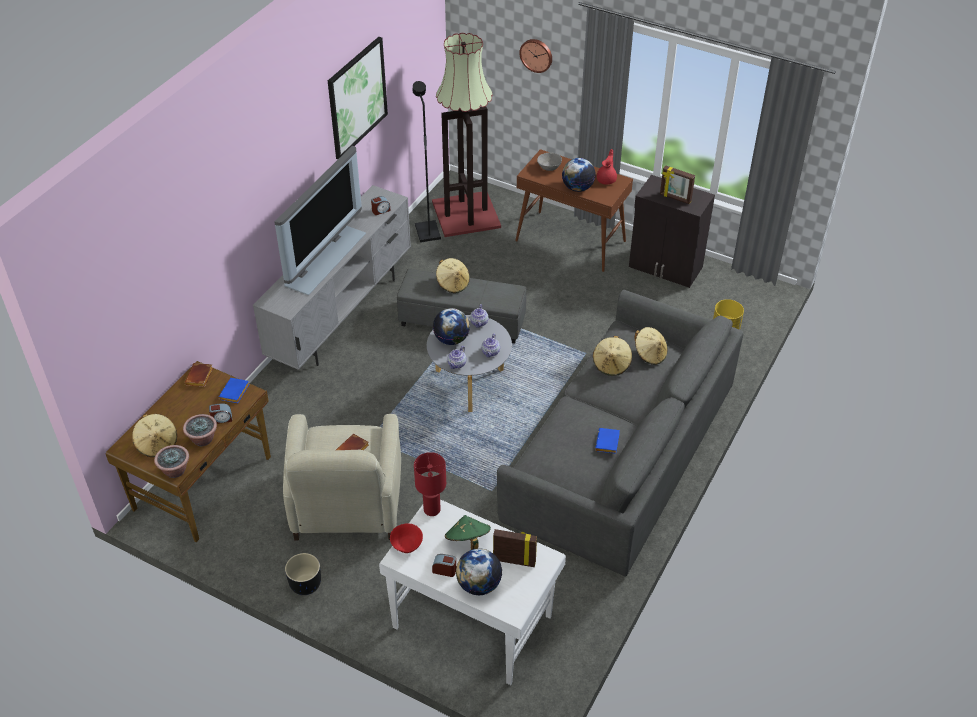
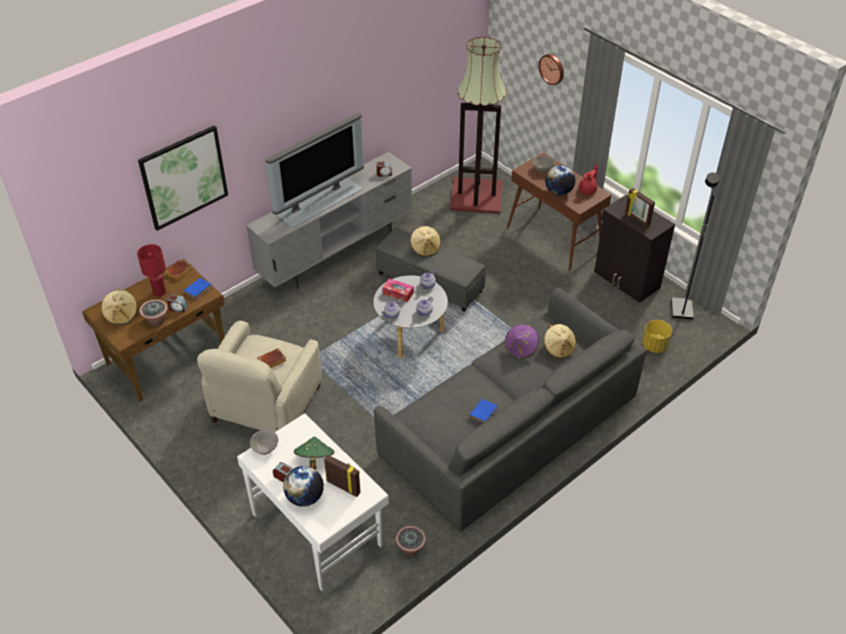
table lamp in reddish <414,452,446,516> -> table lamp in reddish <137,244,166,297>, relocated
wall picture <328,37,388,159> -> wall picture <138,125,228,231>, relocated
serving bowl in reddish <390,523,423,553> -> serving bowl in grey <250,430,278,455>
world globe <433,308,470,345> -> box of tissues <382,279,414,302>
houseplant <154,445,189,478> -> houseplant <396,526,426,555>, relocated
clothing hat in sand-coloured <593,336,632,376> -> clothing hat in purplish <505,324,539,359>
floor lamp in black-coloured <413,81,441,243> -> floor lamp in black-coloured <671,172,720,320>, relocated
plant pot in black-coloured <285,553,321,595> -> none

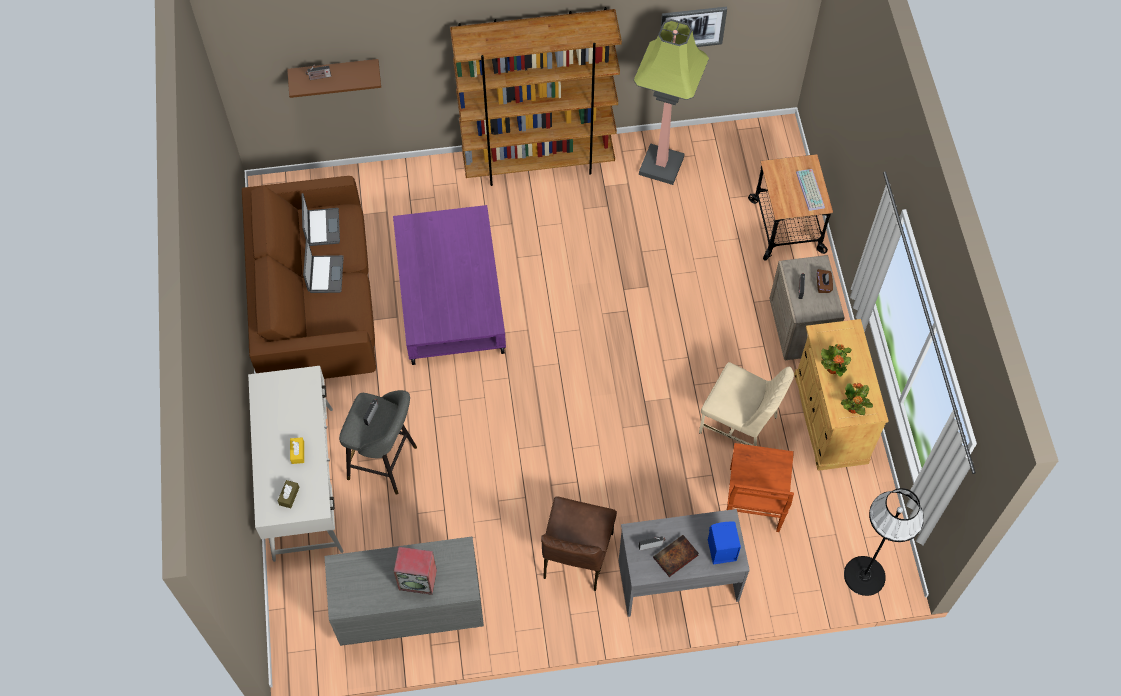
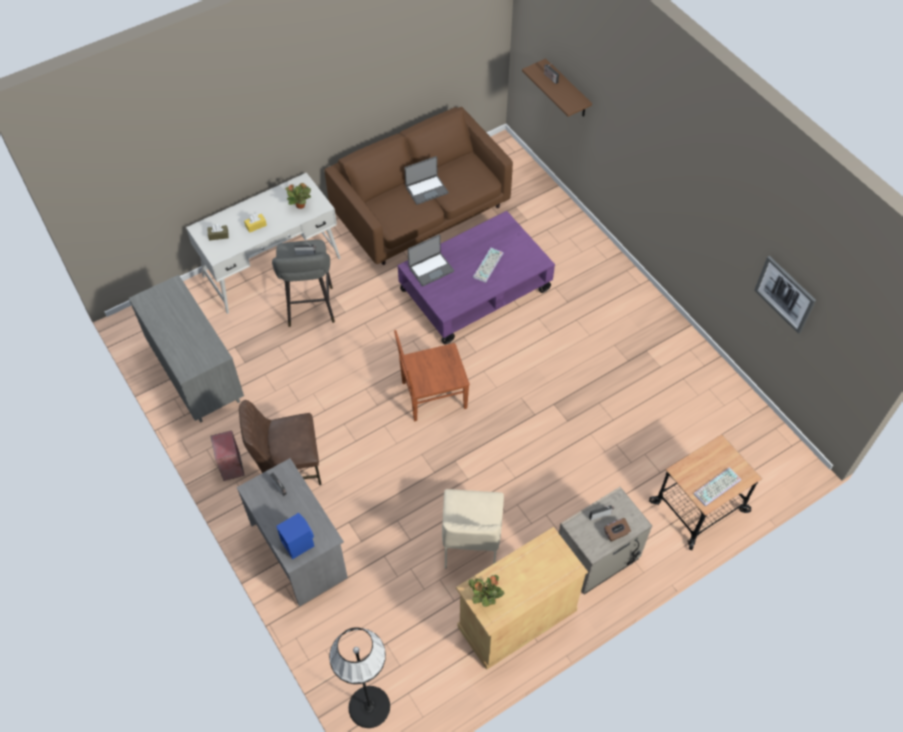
speaker <393,547,437,595> -> speaker <210,430,245,481>, relocated
houseplant <821,344,852,377> -> houseplant <285,183,311,209>, relocated
upright chair in brownish <727,443,794,532> -> upright chair in brownish <394,330,470,421>, relocated
notebook computer <301,193,340,246> -> notebook computer <408,234,454,286>, relocated
none -> PC keyboard <473,248,504,283>
bookcase in brownish <450,7,622,186> -> none
floor lamp <634,19,709,185> -> none
bound book <653,535,699,577> -> none

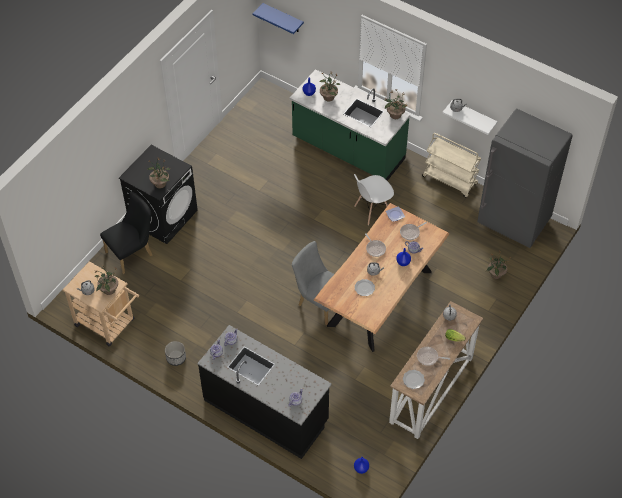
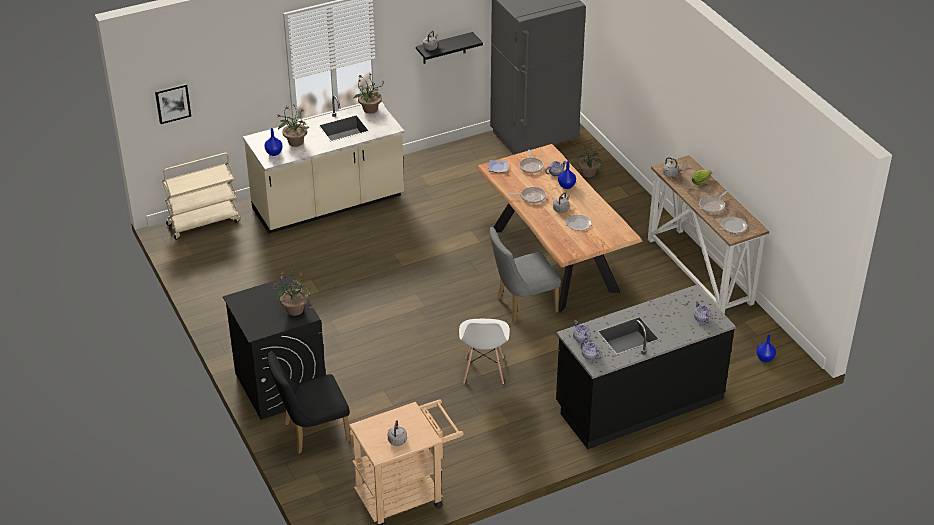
bracket shelf in bluish <252,3,304,34> -> wall picture <155,83,191,124>
cart in sand-coloured <422,133,481,198> -> cart in sand-coloured <162,153,240,240>, relocated
counter in greenish <290,69,410,181> -> counter in sand-coloured <243,95,404,234>
upright chair in black-coloured <100,192,153,274> -> upright chair in black-coloured <268,351,350,454>, 105 degrees counterclockwise
bracket shelf in white-coloured <442,100,498,135> -> bracket shelf in black-coloured <416,32,483,64>
upright chair in white-coloured <354,174,394,225> -> upright chair in white-coloured <459,319,510,384>, relocated
houseplant <95,265,118,295> -> none
plant pot <165,341,186,366> -> none

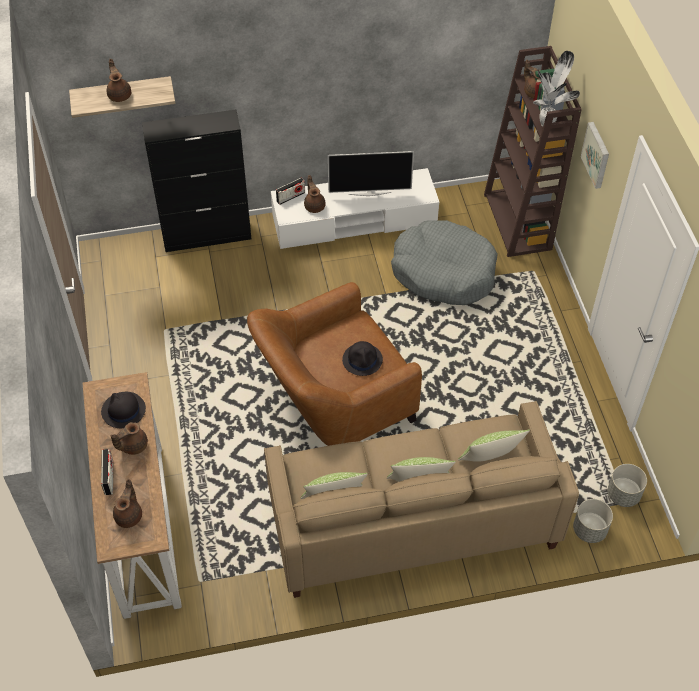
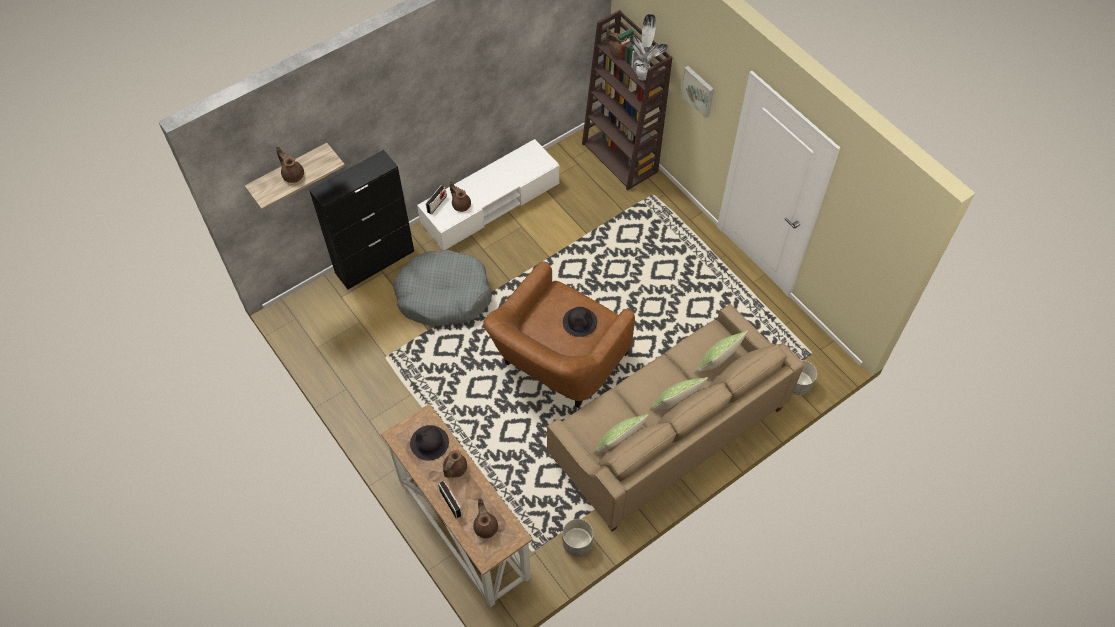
dog cushion in grey <391,220,498,305> -> dog cushion in grey <393,250,492,326>, relocated
plant pot in grey <608,464,647,507> -> plant pot in grey <562,519,593,557>, relocated
TV <328,151,414,196> -> none

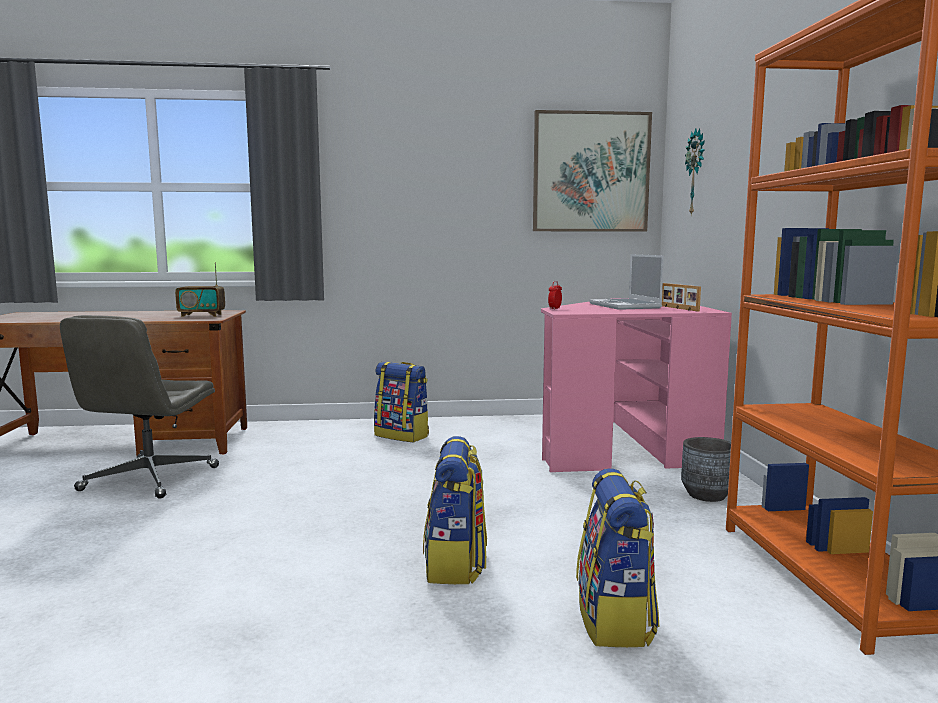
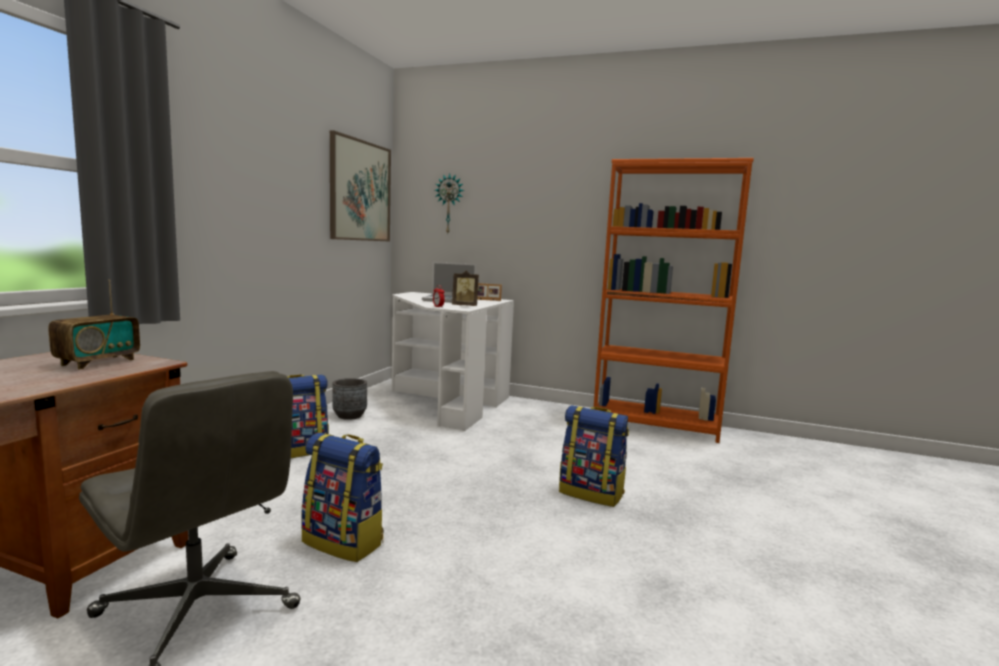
rucksack <576,468,660,647> -> rucksack <301,433,384,562>, relocated
plant pot in grey <681,437,731,502> -> plant pot in grey <332,378,367,420>, relocated
desk unit in pink-coloured <541,298,732,472> -> desk unit in white-coloured <392,292,514,431>
none -> photo frame <452,271,479,306>

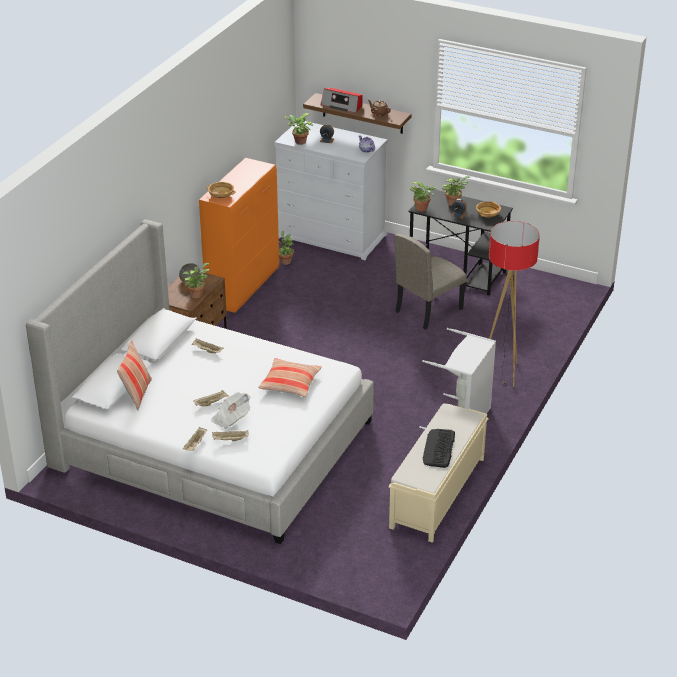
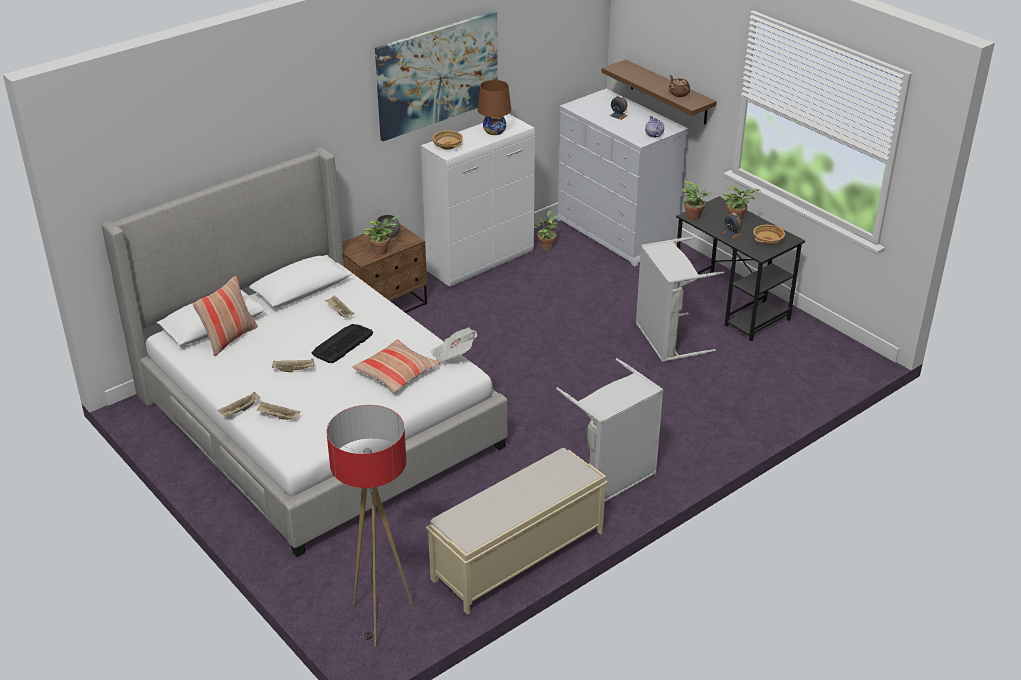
PC keyboard <422,429,455,468> -> PC keyboard <311,324,373,363>, relocated
floor lamp <489,221,540,387> -> floor lamp <327,405,414,647>, relocated
none -> wall picture <375,11,498,141>
cupboard in orange <199,158,279,313> -> cupboard in white-coloured <421,114,535,287>
daily paper <211,392,251,429> -> daily paper <431,327,477,363>, relocated
none -> table lamp in brownish <478,80,511,135>
upright chair in sand-coloured <394,234,467,330> -> laundry basket in grey <636,236,724,362>
houseplant <284,113,313,145> -> none
radio set <321,88,363,113> -> none

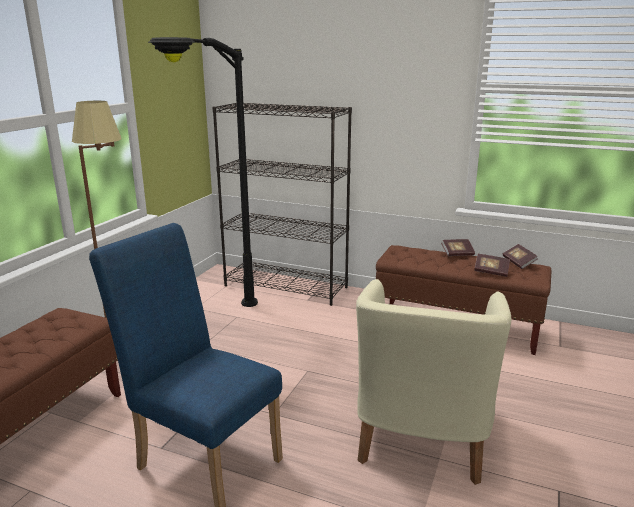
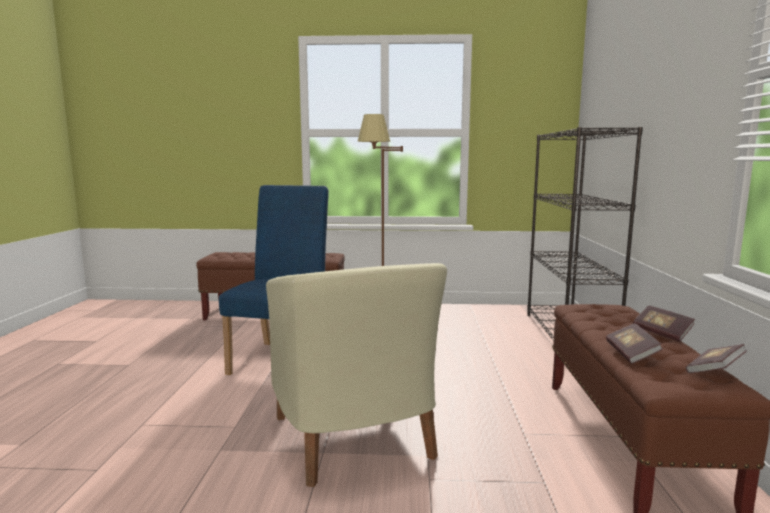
lounge chair in sand-coloured <356,279,512,485> -> lounge chair in sand-coloured <266,263,447,487>, 105 degrees counterclockwise
floor lamp in black-coloured <148,37,258,307> -> none

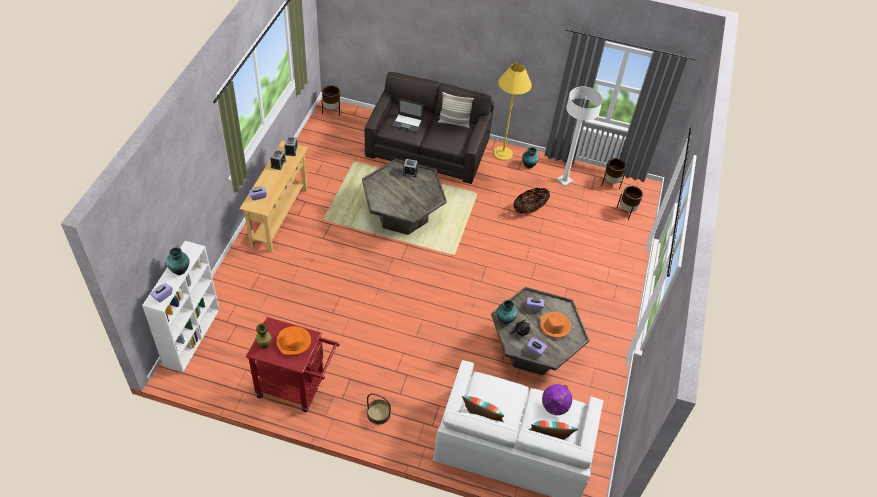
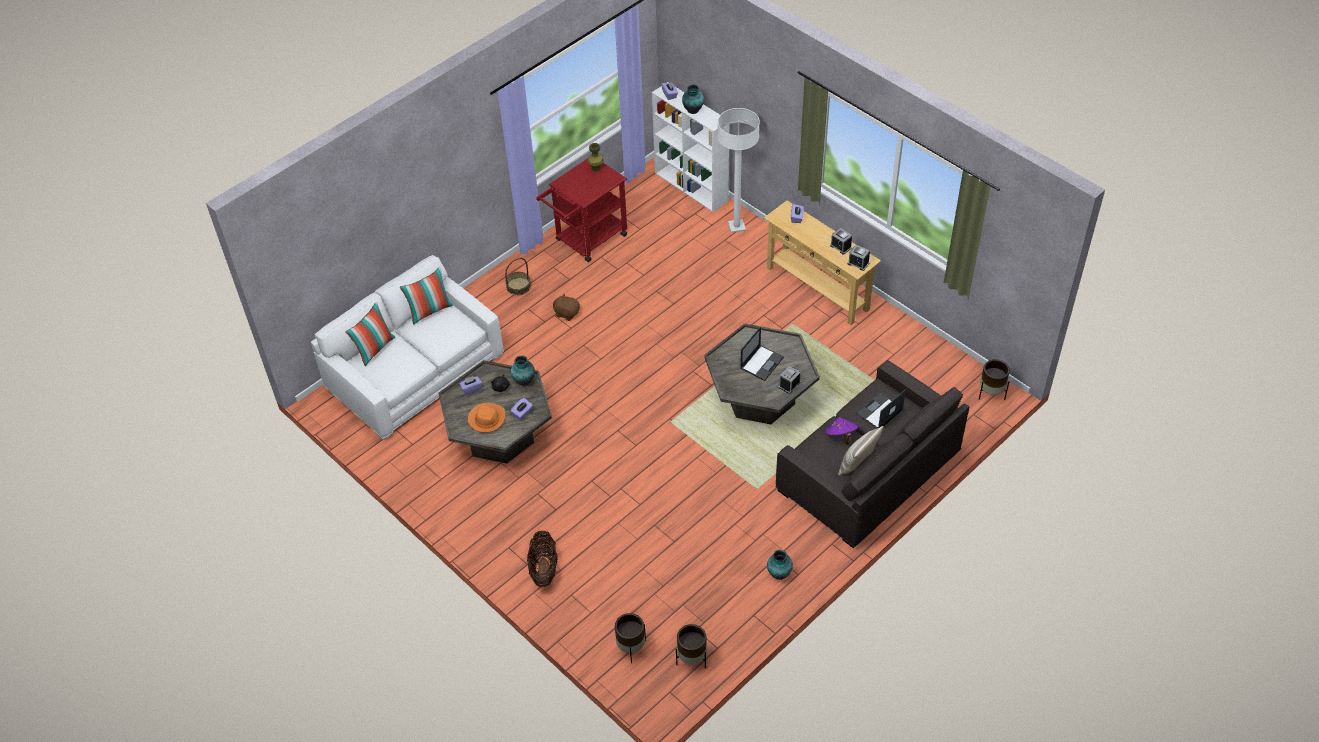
basket <513,188,550,214> -> basket <527,531,558,587>, relocated
none -> plush toy in brownish <553,294,580,321>
floor lamp in white-coloured <557,87,603,186> -> floor lamp in white-coloured <718,108,760,233>, relocated
none -> notebook computer <740,326,784,381>
clothing hat in purplish <542,384,572,415> -> clothing hat in purplish <824,417,859,445>, relocated
clothing hat in orange <277,326,311,355> -> none
floor lamp in yellow-coloured <494,63,532,161> -> none

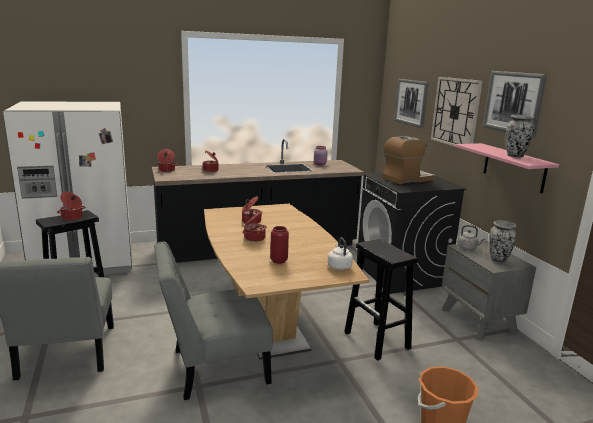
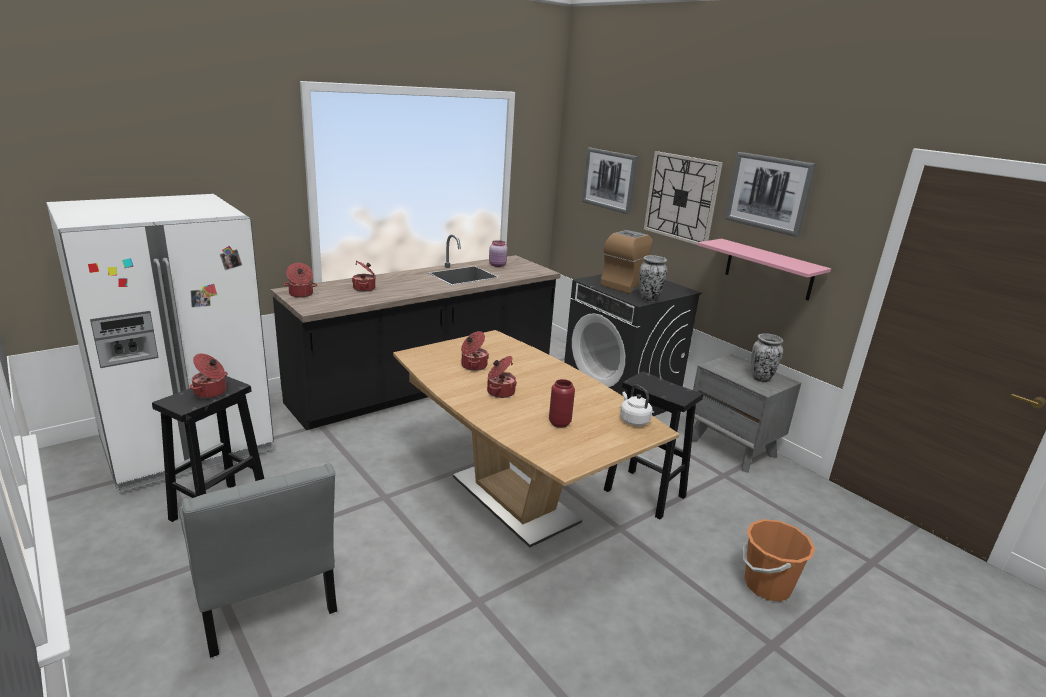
decorative vase <506,115,535,158> -> decorative vase <639,255,667,302>, relocated
upright chair in grey <154,242,273,400> -> none
tea kettle in grey <457,225,485,250> -> none

